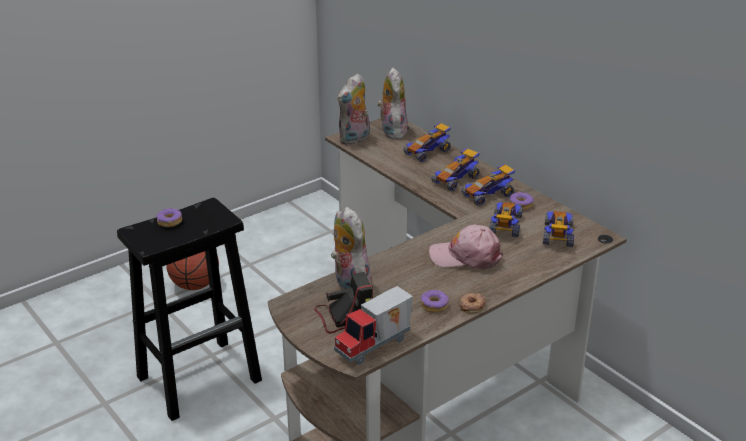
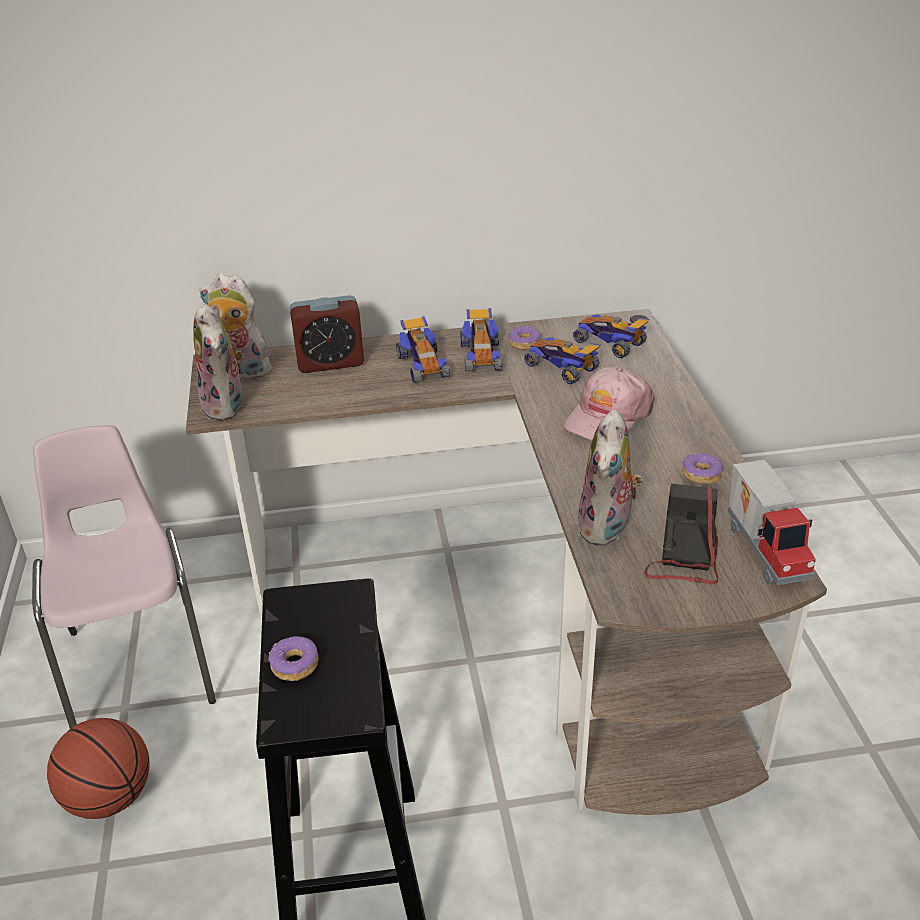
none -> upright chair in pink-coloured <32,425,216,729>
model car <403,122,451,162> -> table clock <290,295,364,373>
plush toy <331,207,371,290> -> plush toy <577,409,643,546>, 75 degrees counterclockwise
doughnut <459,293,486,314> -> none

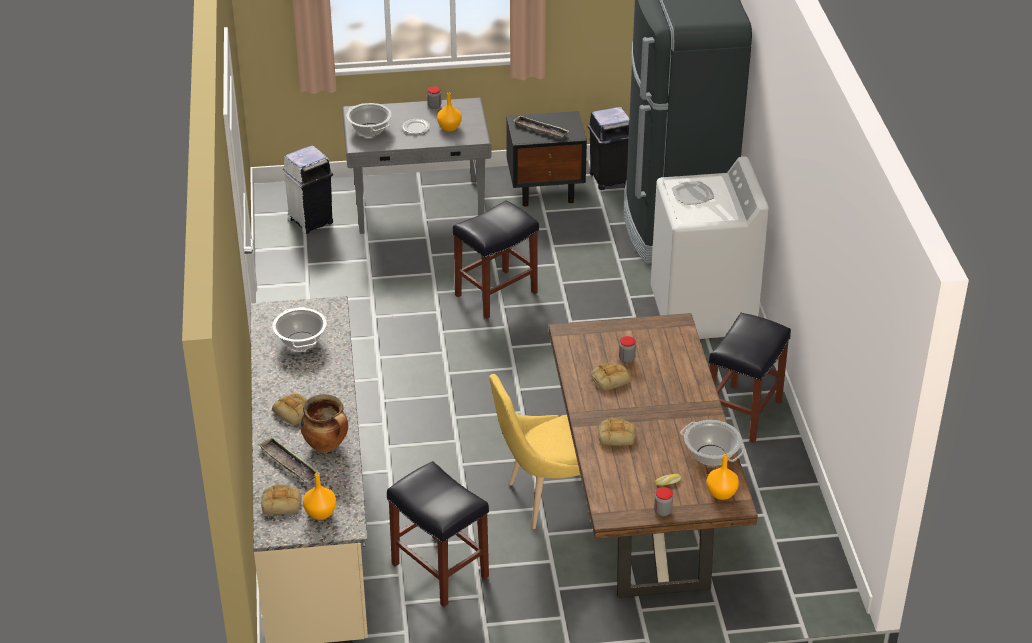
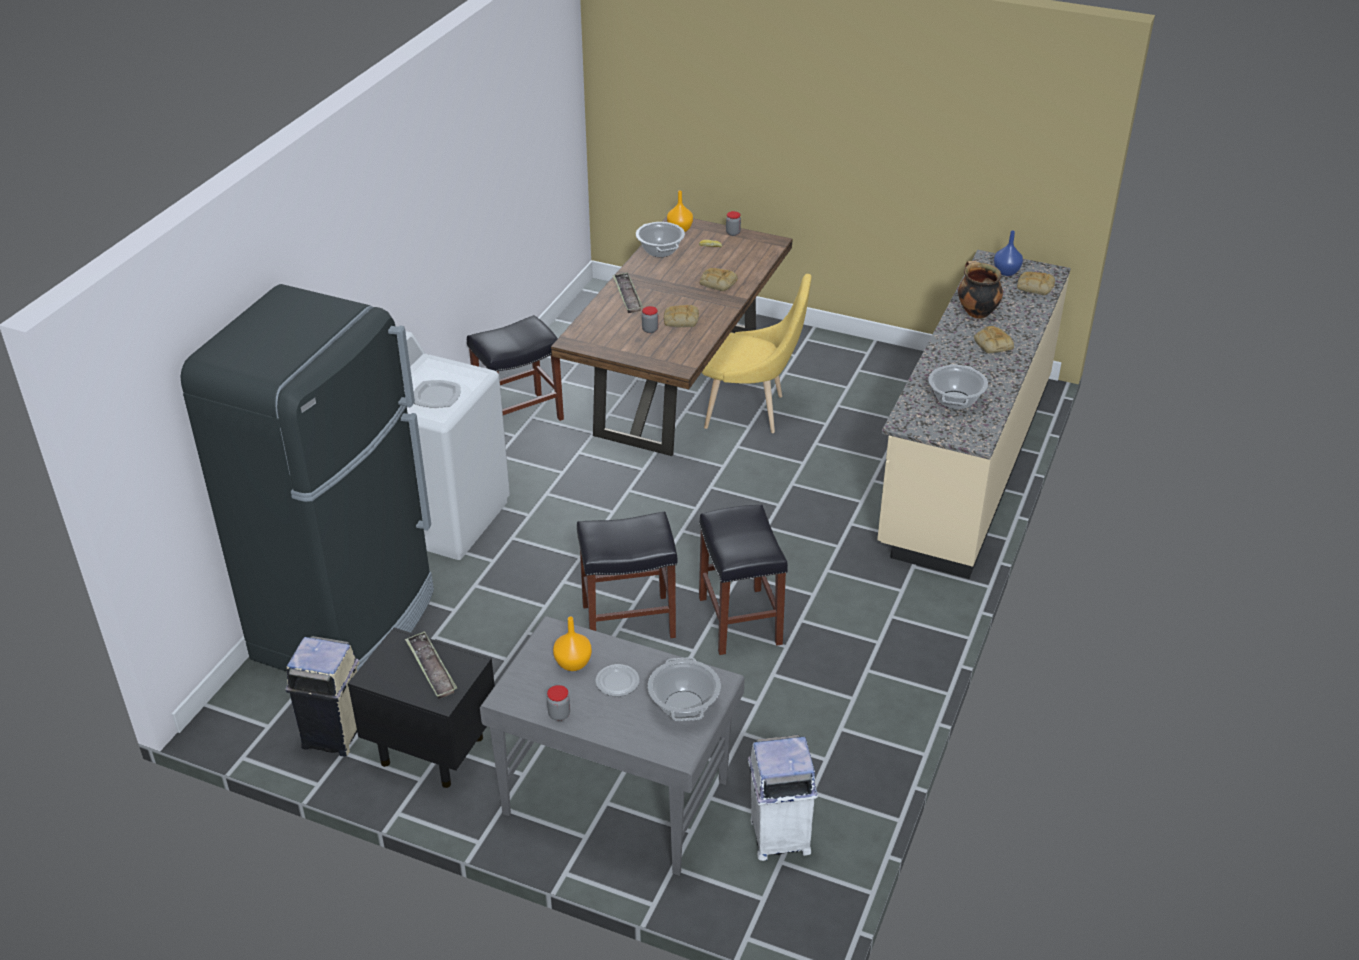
trash can in black-coloured <588,107,629,190> -> trash can in sand-coloured <285,636,359,756>
carrying tray <257,436,320,482> -> carrying tray <612,272,643,313>, relocated
stool seat in black-coloured <387,461,489,607> -> stool seat in black-coloured <699,505,788,655>, relocated
decorative vase in orange <303,473,336,520> -> decorative vase in bluish <994,230,1023,276>

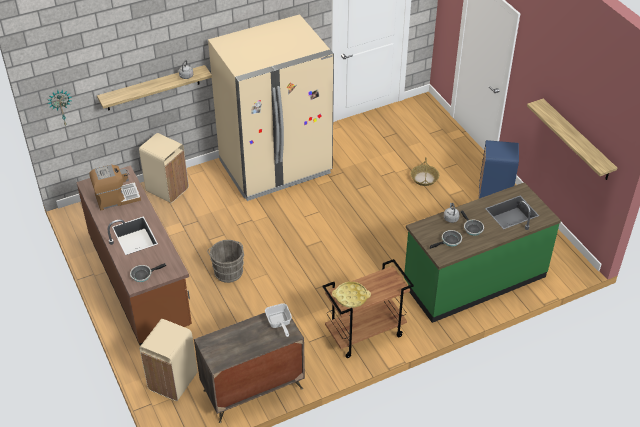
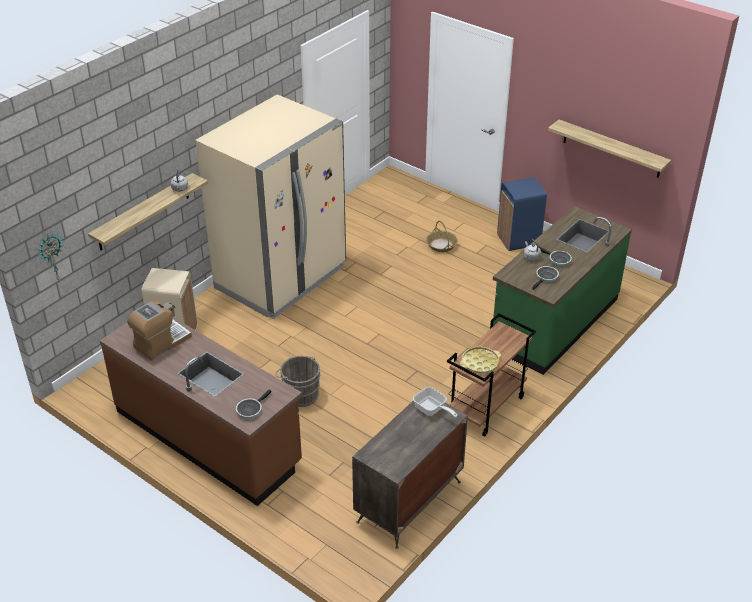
trash can in sand-coloured <139,319,197,401> -> none

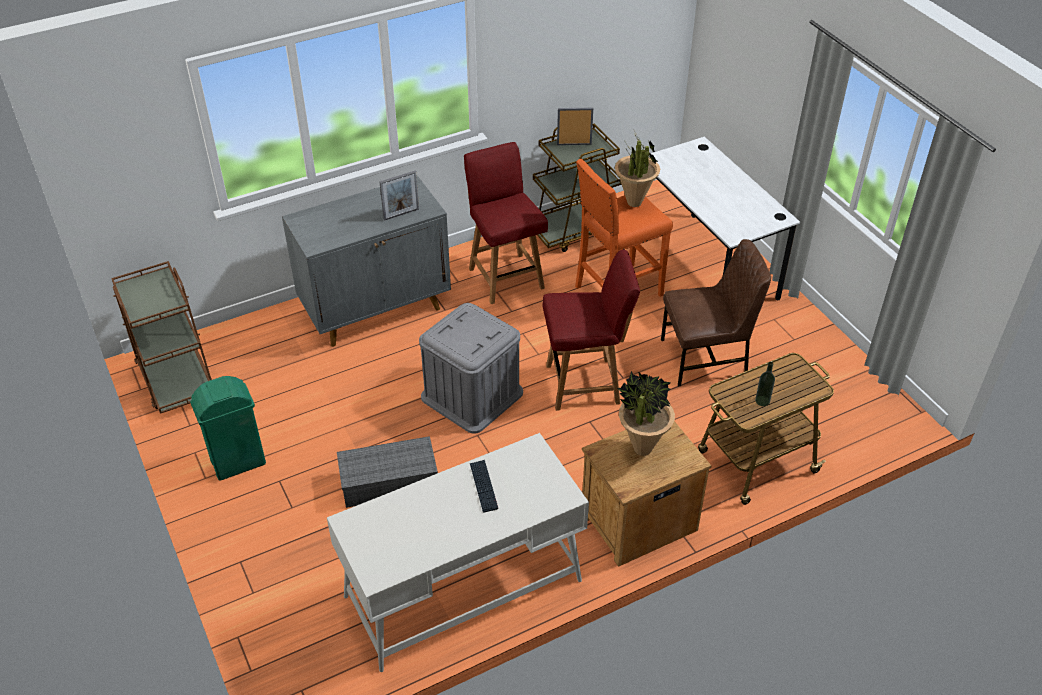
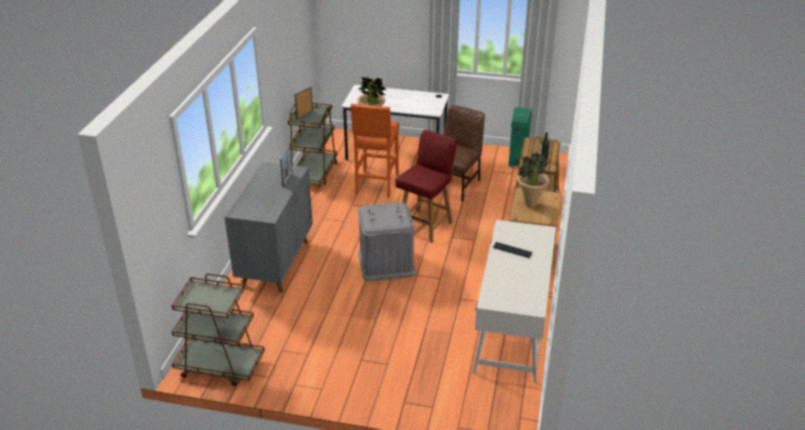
trash can in greenish <190,376,266,481> -> trash can in greenish <508,107,532,167>, relocated
storage container in grey <337,436,438,508> -> none
upright chair in reddish <464,142,548,304> -> none

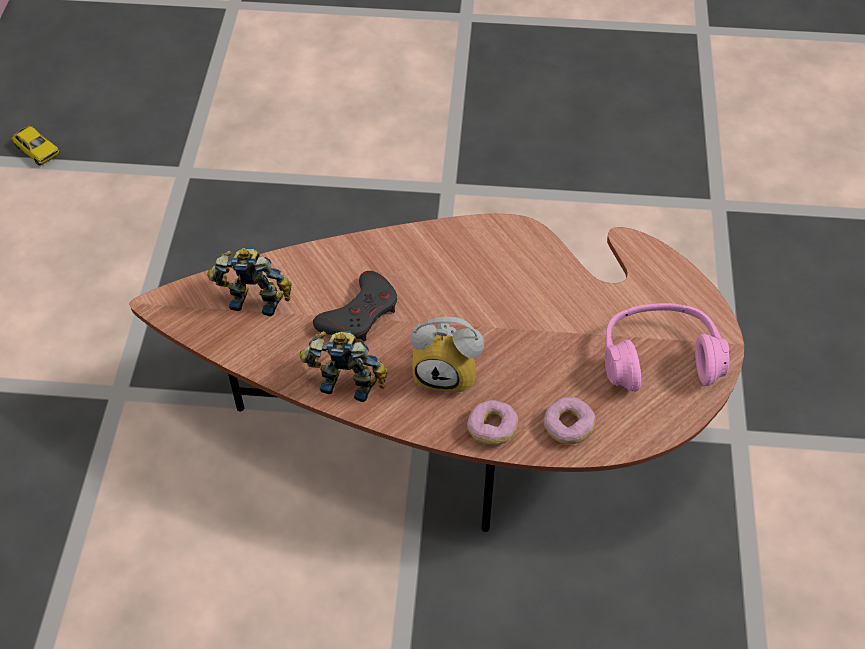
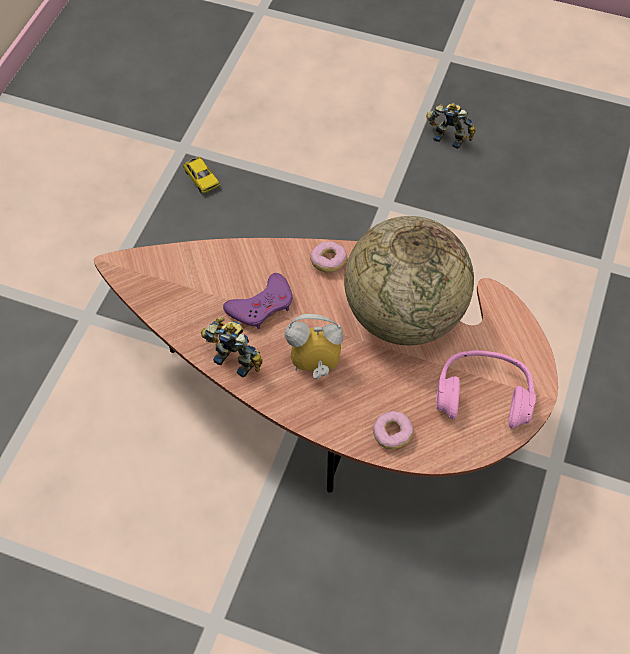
model car <12,126,60,166> -> model car <183,157,220,194>, relocated
game controller in grey <313,271,397,341> -> game controller in purplish <223,273,293,329>
table clock <411,317,484,394> -> table clock <285,314,343,379>, 150 degrees clockwise
doughnut <467,400,519,445> -> doughnut <310,242,347,273>, relocated
none -> world globe <344,216,474,345>
robot figure <207,248,292,317> -> robot figure <426,103,476,149>, relocated

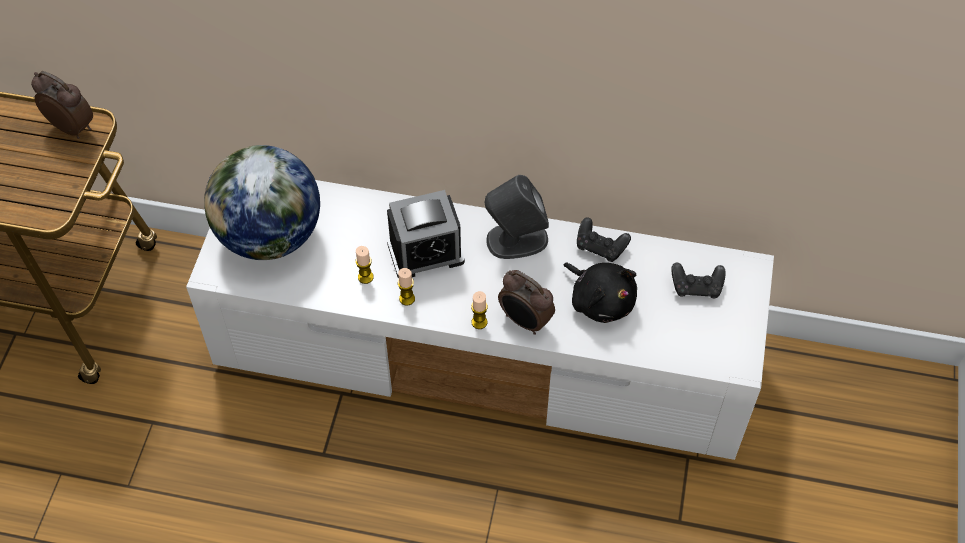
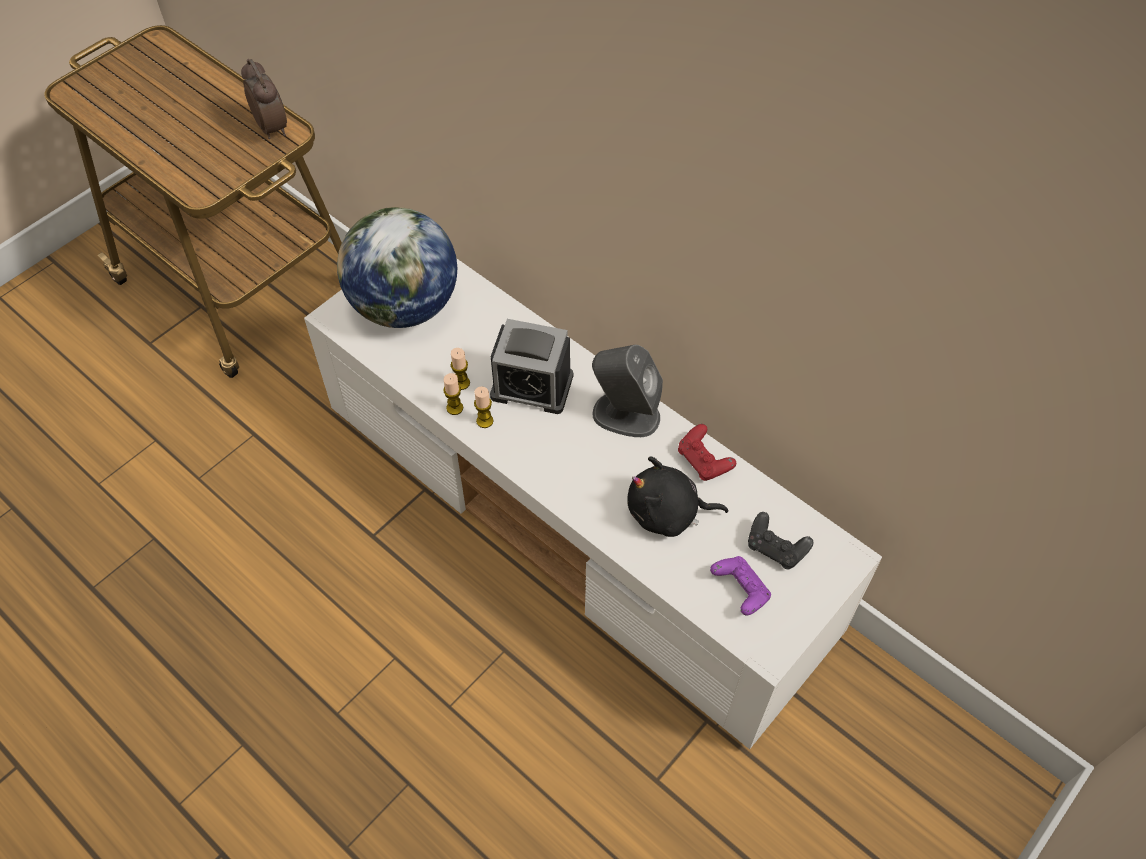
candle <471,291,488,329> -> candle <443,373,463,415>, relocated
plush toy in black-coloured <563,262,637,323> -> plush toy in black-coloured <627,456,728,537>, 105 degrees clockwise
game controller in black-coloured <577,217,631,262> -> game controller in reddish <678,424,736,481>
none -> game controller in purplish <710,556,771,615>
table clock <498,270,555,335> -> none

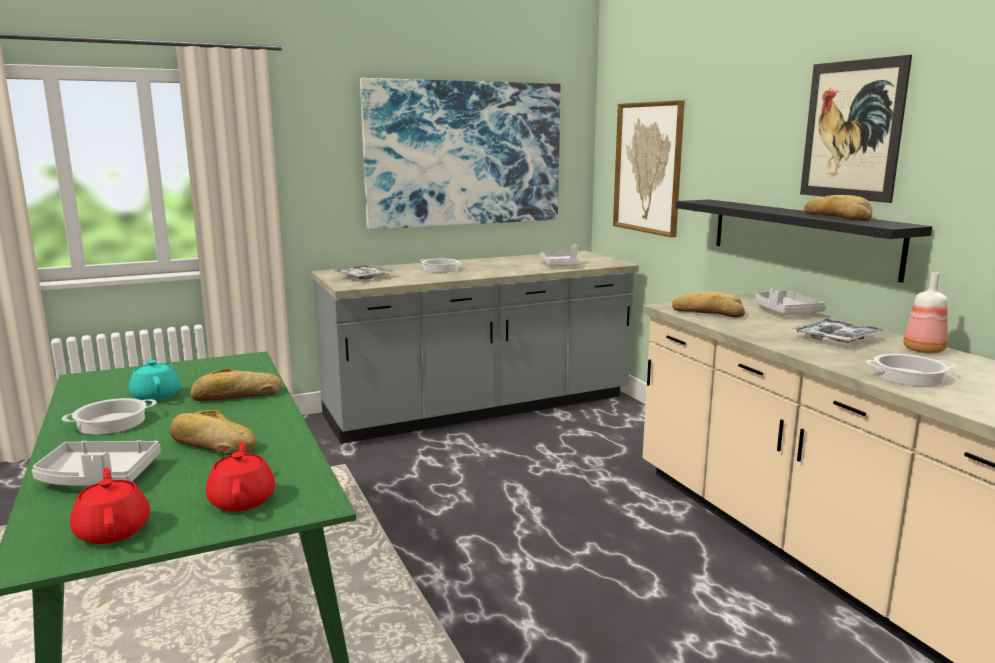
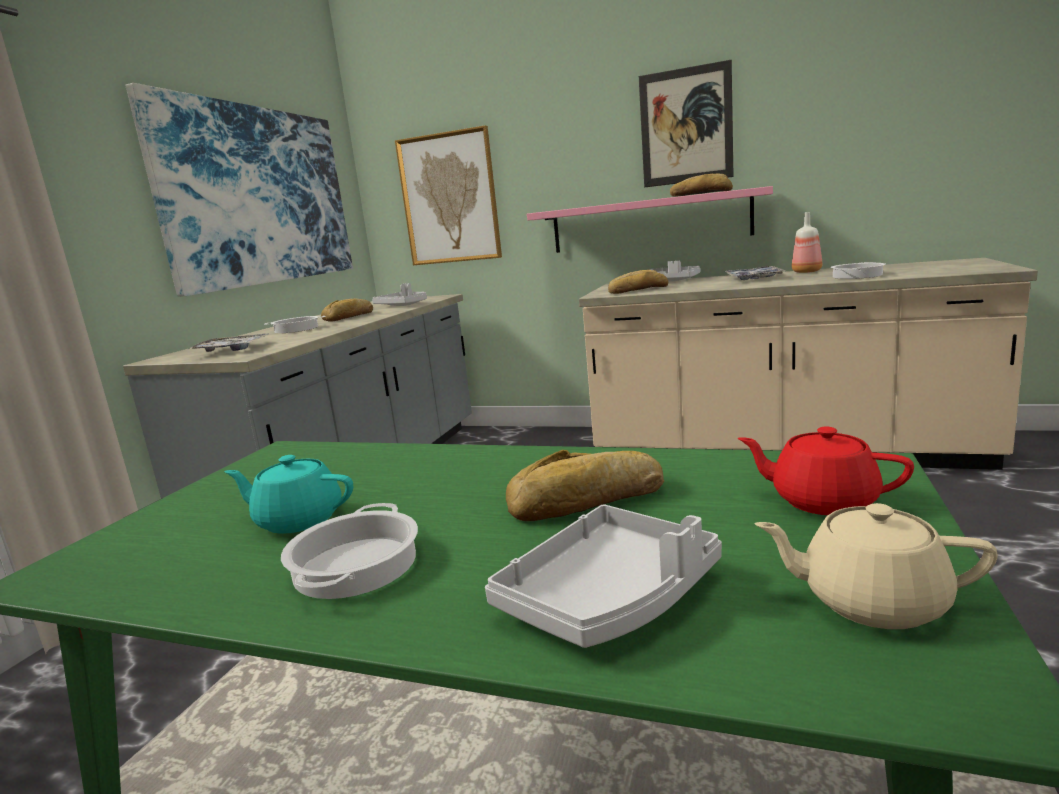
bakery bread <190,368,282,401> -> bakery bread <321,299,373,322>, relocated
bracket shelf in black-coloured <675,199,932,283> -> bracket shelf in pink-coloured <527,186,773,253>
tea pot in reddish <70,468,150,544> -> tea pot in sand-coloured <755,503,998,629>

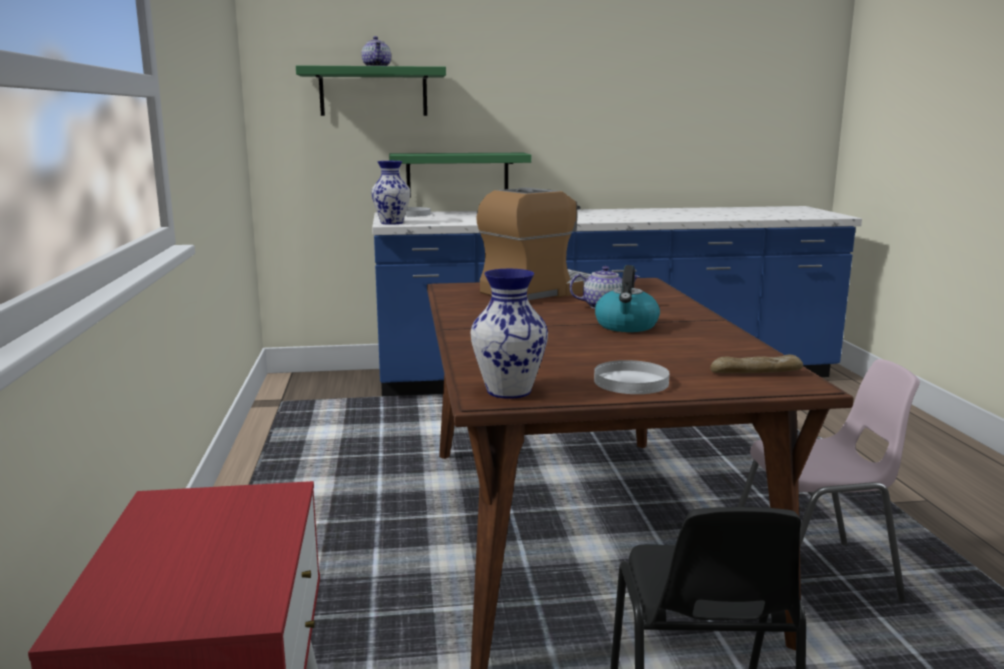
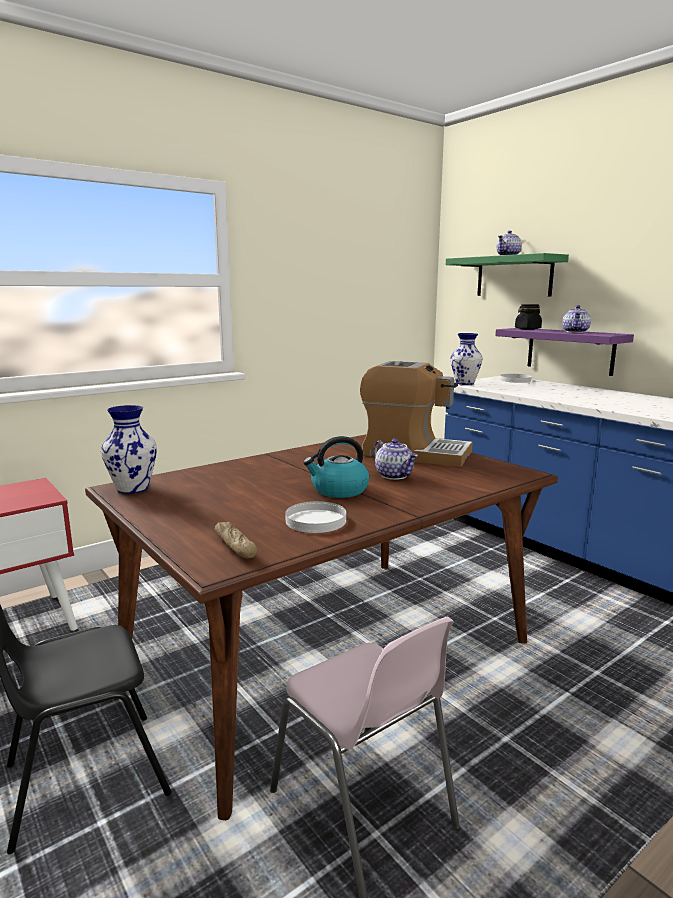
dinner plate in white-coloured <594,360,670,394> -> dinner plate in white-coloured <285,501,346,533>, relocated
bracket shelf in greenish <389,153,531,198> -> bracket shelf in purplish <495,328,634,376>
none -> storage jar in black-coloured <515,304,542,330>
none -> tea pot <562,305,591,333>

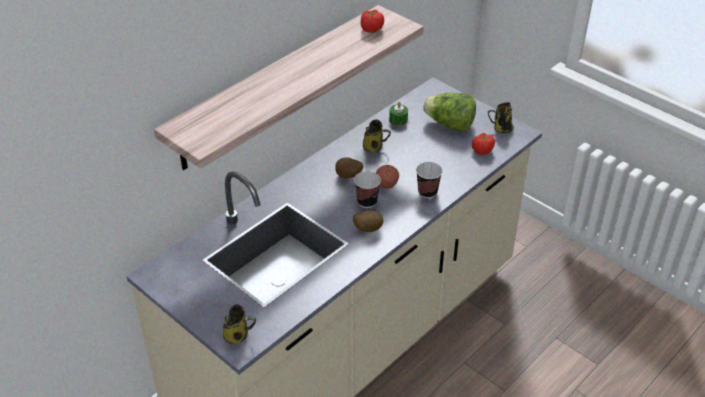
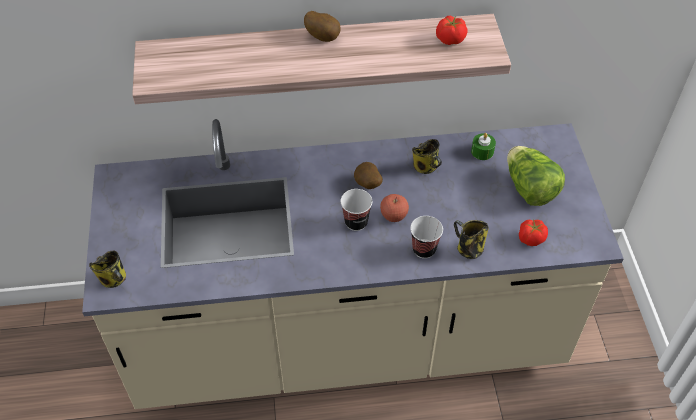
whole potato <353,210,383,232> -> whole potato <304,11,340,42>, relocated
tea mug <488,102,514,133> -> tea mug <454,220,489,259>, relocated

